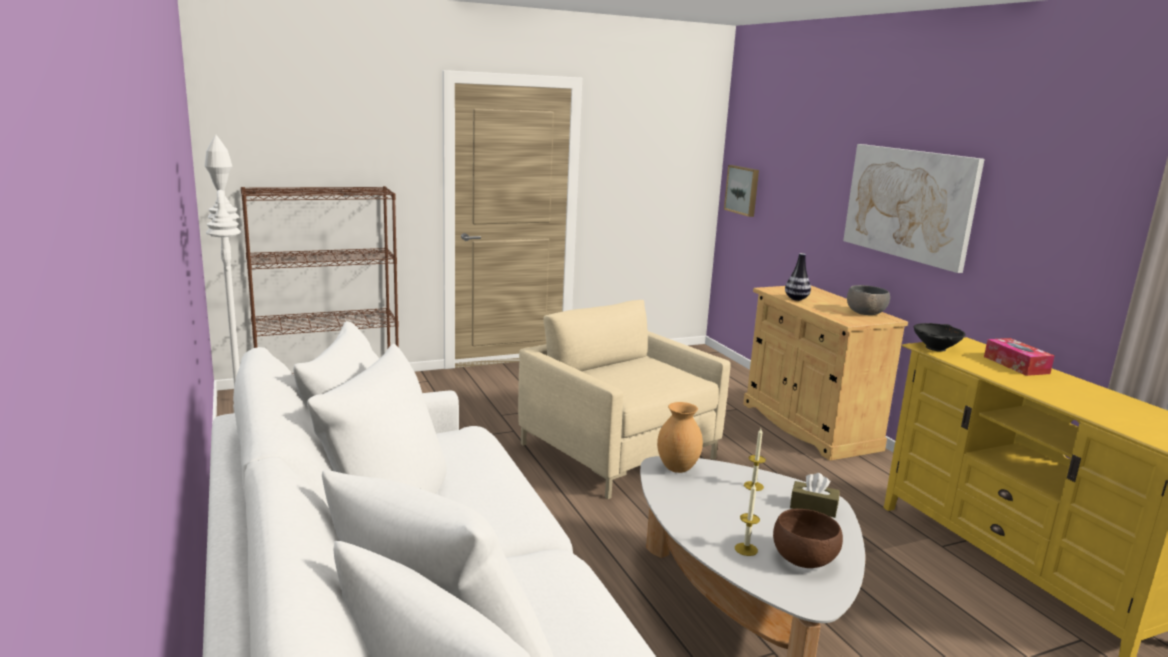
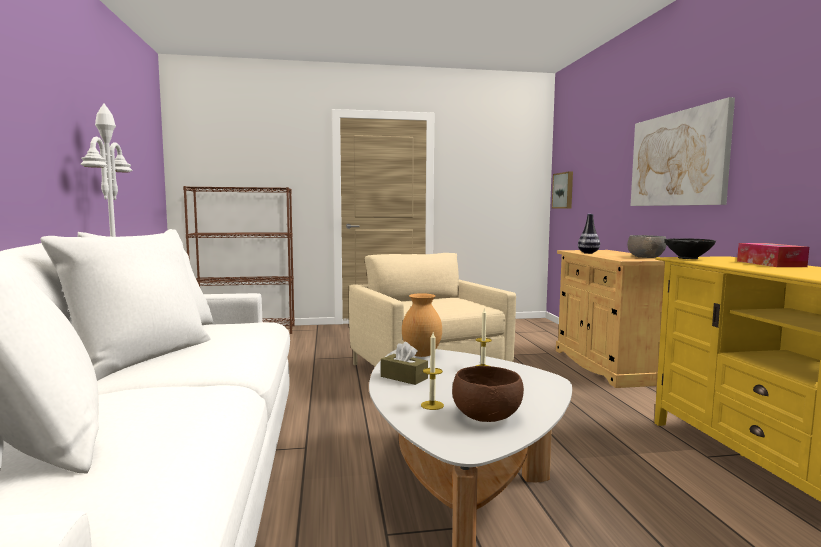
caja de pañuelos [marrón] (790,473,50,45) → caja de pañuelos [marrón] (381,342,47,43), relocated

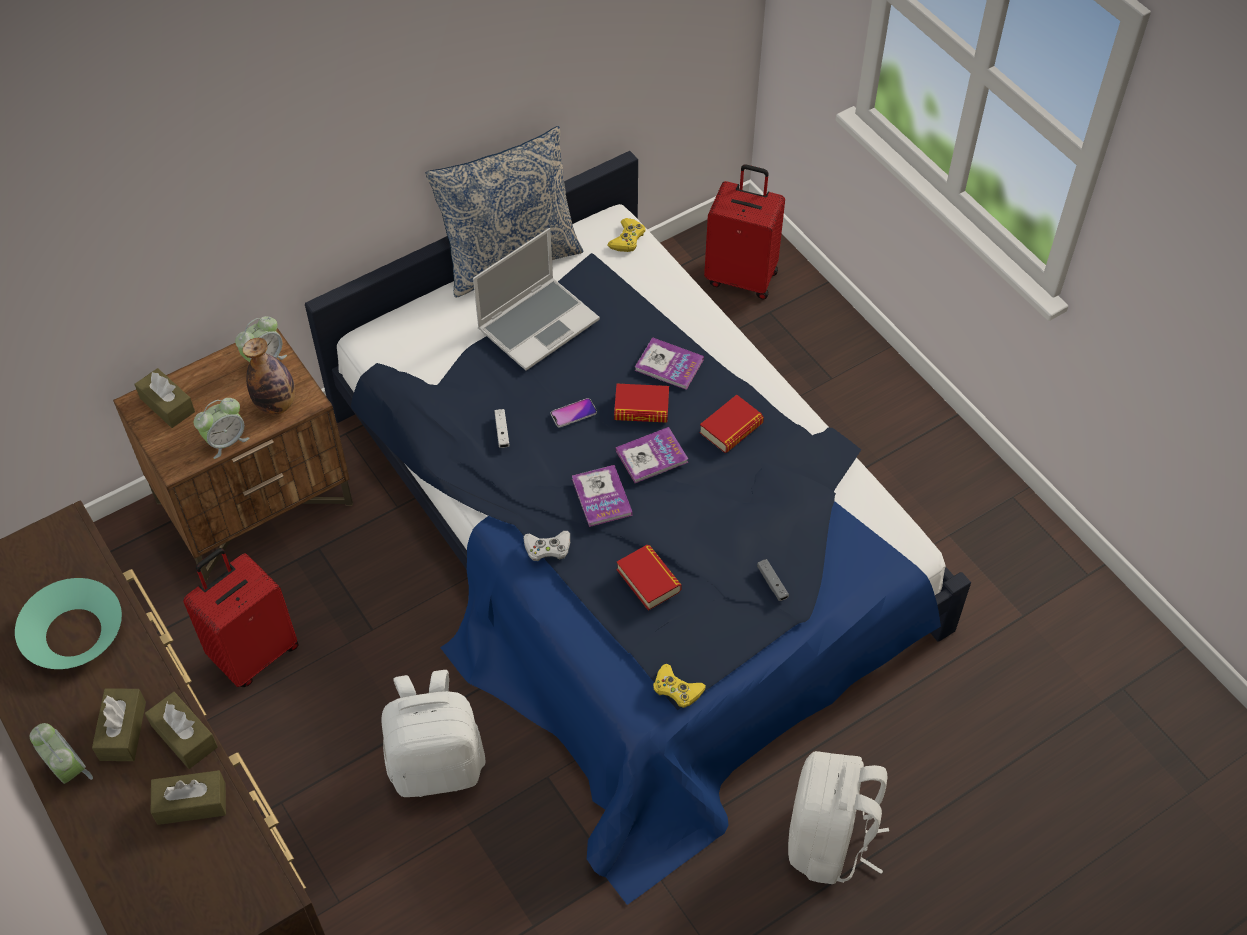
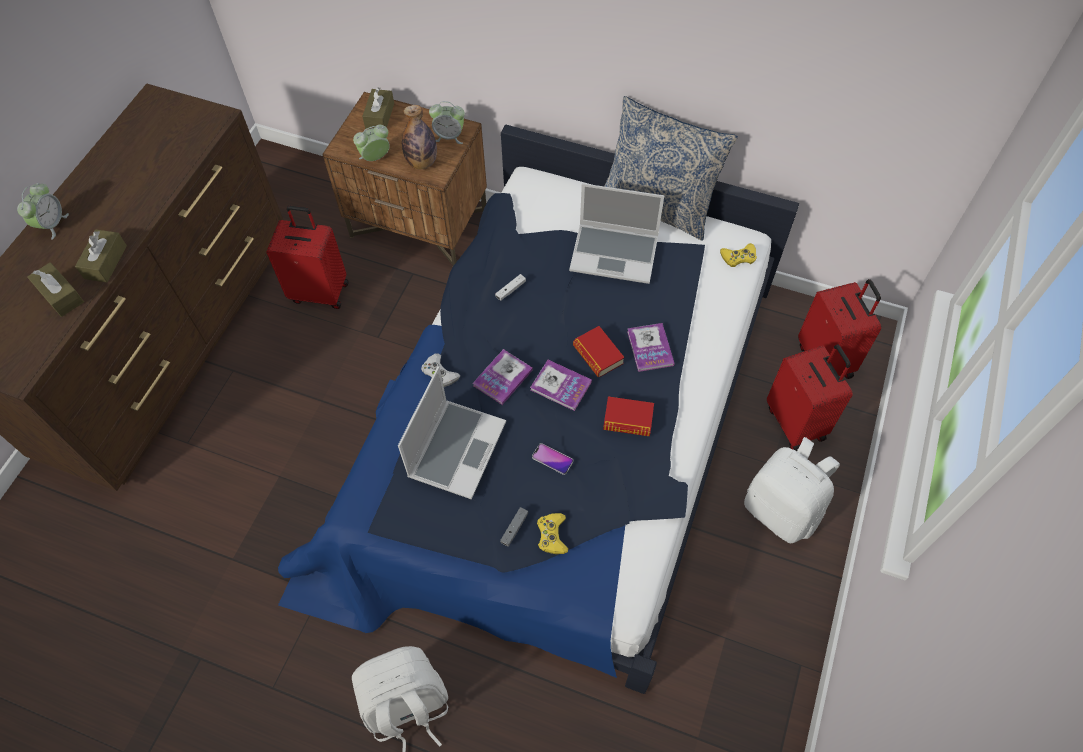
despertador (194,398,55,61) → despertador (353,125,37,36), 135 degrees clockwise
libro (616,545,66,66) → portátil (398,366,108,134)
móvil (551,398,46,29) → móvil (532,443,41,32), relocated
mando de consola [amarillo] (653,664,53,44) → mando de consola [amarillo] (537,513,31,41), relocated
mochila [blanco] (381,670,105,127) → mochila [blanco] (744,437,96,106), relocated
- → maleta [rojo] (767,345,86,106)
cuenco [turquesa] (15,578,107,91) → -
caja de pañuelos [marrón] (92,688,54,73) → -

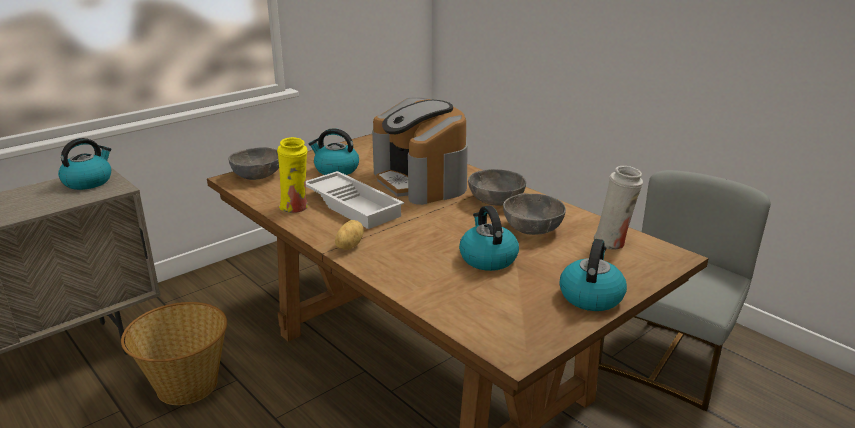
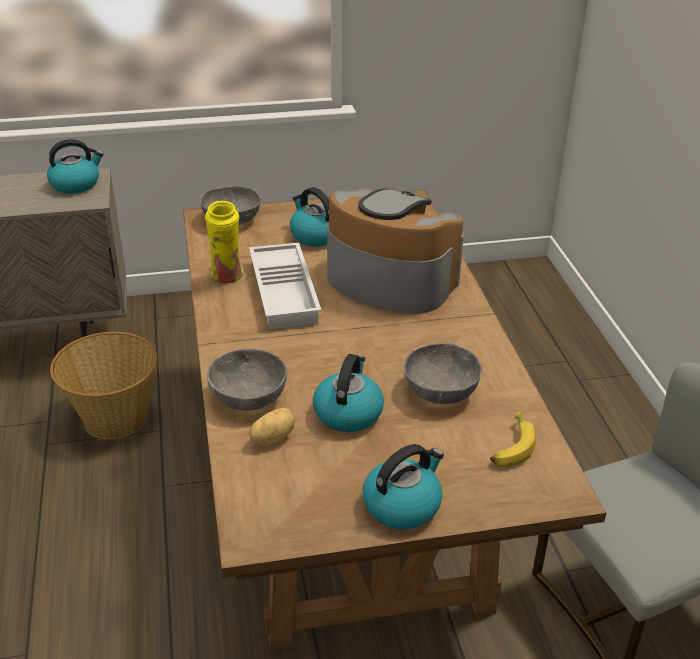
cuenco [gris] (468,169,58,37) → cuenco [gris] (207,349,80,62), relocated
patata (335,220,29,30) → patata (249,408,46,37), relocated
cafetera (372,97,96,108) → cafetera (327,188,137,126), 120 degrees clockwise
florero [blanco] (594,166,49,83) → plátano (490,411,46,56)

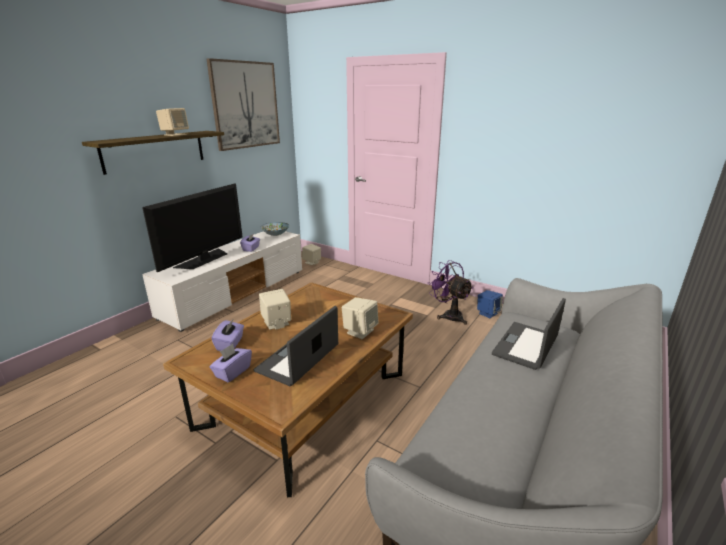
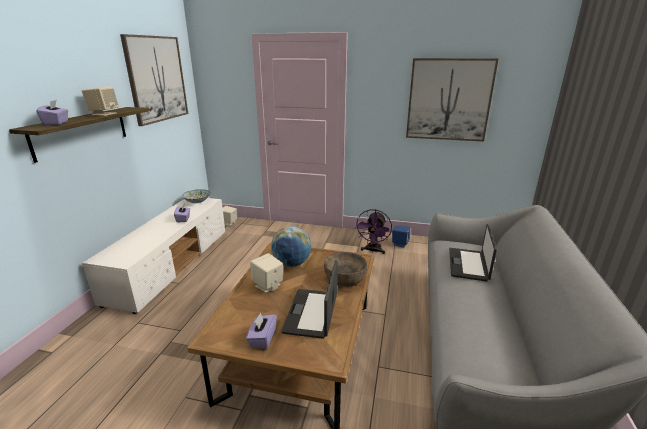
caja de pañuelos [morado] (211,320,33,31) → caja de pañuelos [morado] (36,100,32,25), relocated
- → globo terráqueo (271,226,40,41)
altavoz [beis] (342,297,37,42) → cuenco [marrón] (324,252,43,35)
ventilador [morado] (428,260,45,65) → ventilador [morado] (356,209,36,45), 105 degrees counterclockwise
- → cuadro (406,58,92,83)
televisor (142,183,101,89) → -

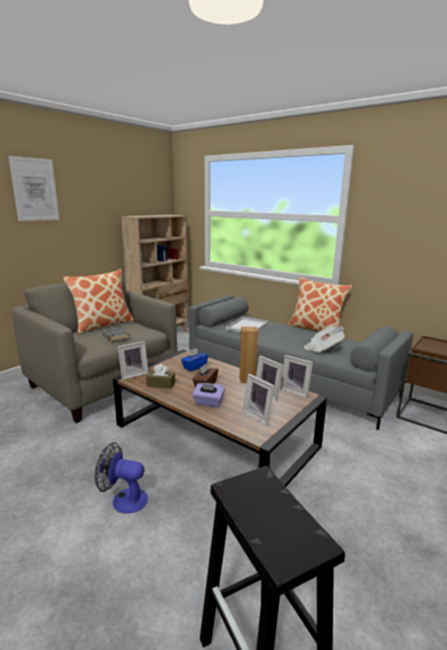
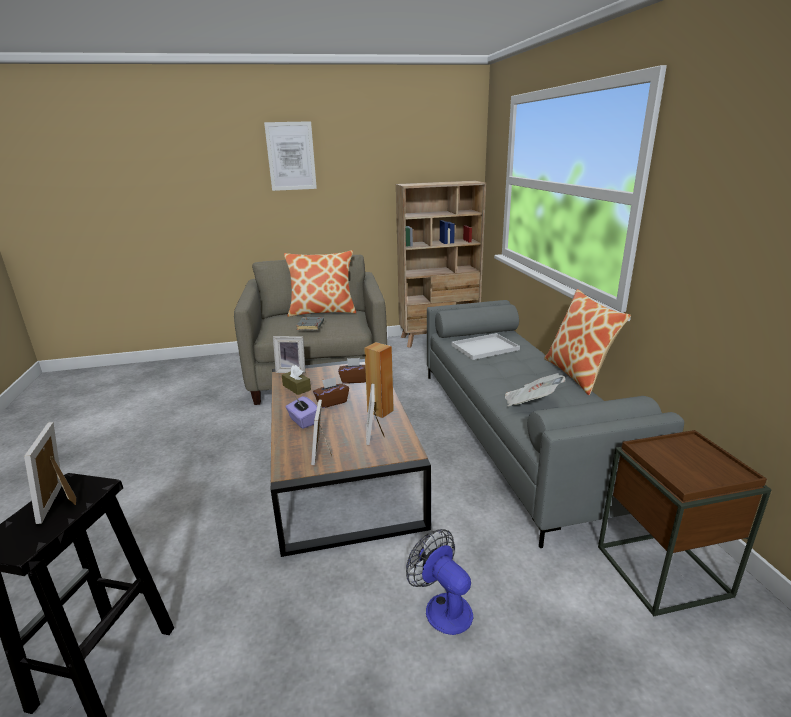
portarretratos (280,355,33,43) → portarretratos (24,422,52,102), relocated
caja de pañuelos [azul] (181,348,27,23) → caja de pañuelos [marrón] (338,358,28,26)
ventilador (95,442,53,72) → ventilador (406,529,67,106), relocated

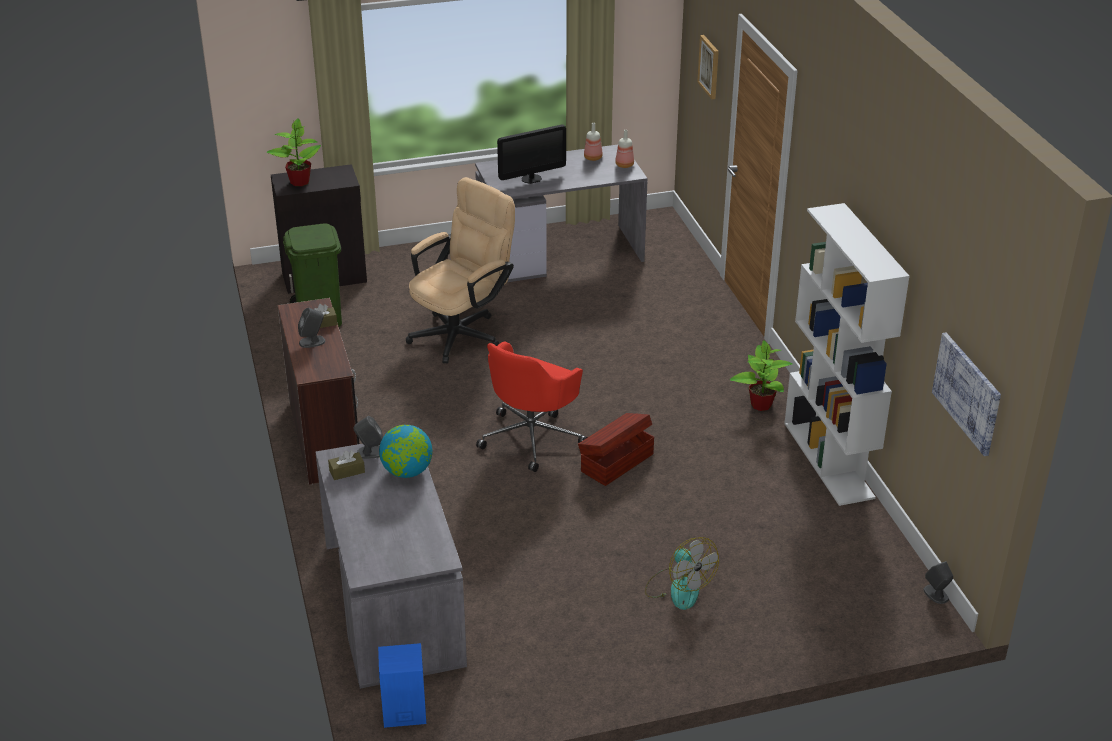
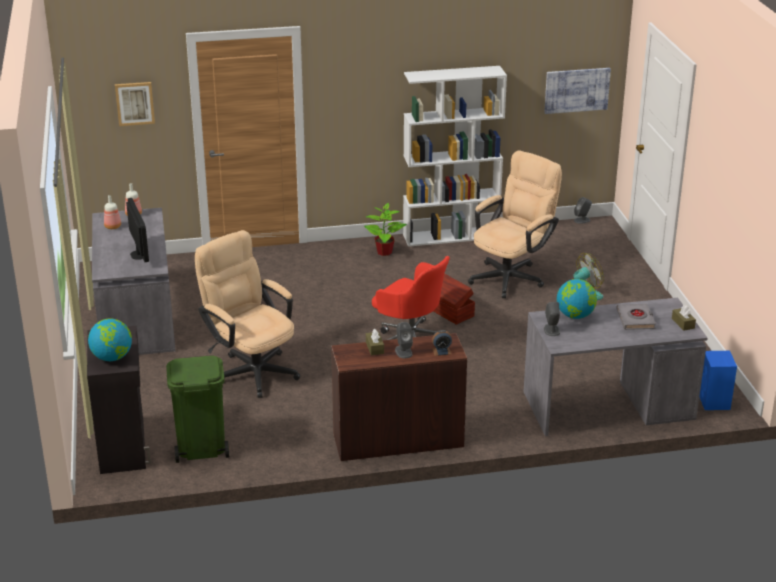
planta en maceta (267,118,54,68) → globo terráqueo (88,318,44,43)
- → despertador (432,330,20,26)
- → silla de oficina [beis] (468,151,94,147)
- → libro [gris] (616,304,40,26)
caja de pañuelos [marrón] (328,451,37,29) → caja de pañuelos [marrón] (672,305,24,26), relocated

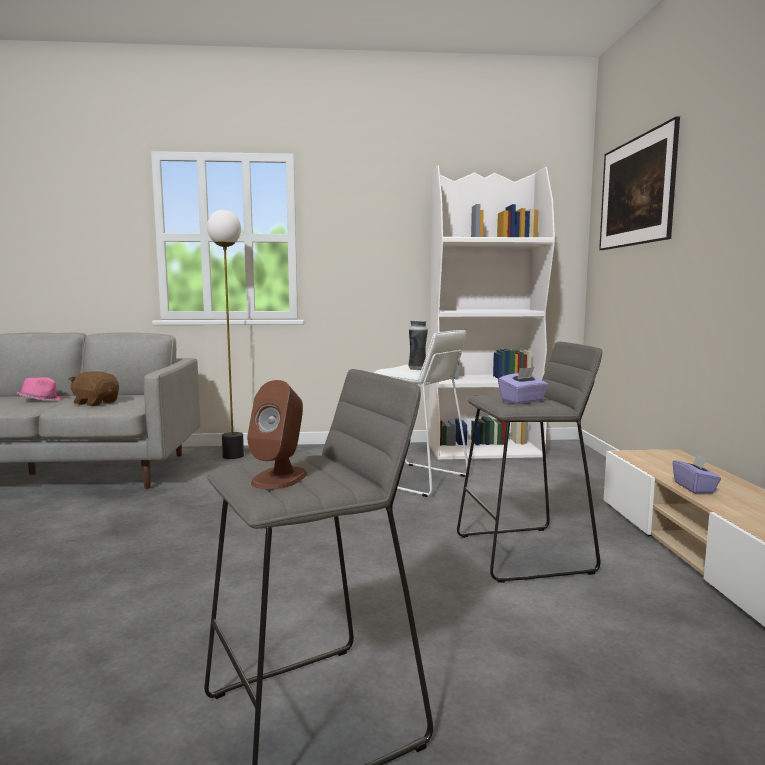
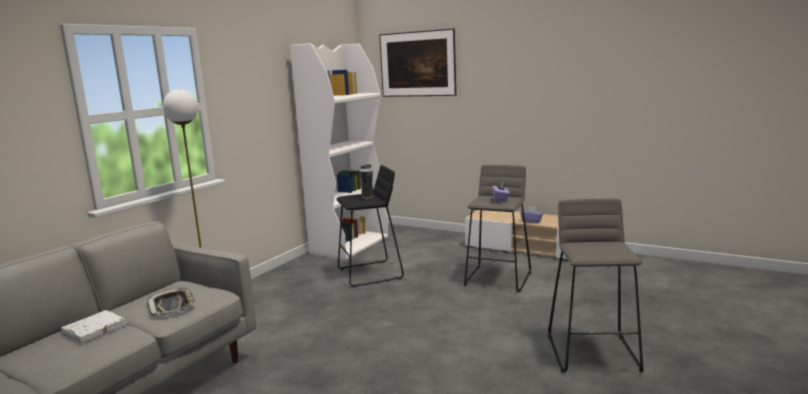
sombrero [rosa] (17,377,45,24) → libro [blanco] (61,310,67,33)
peluche [marrón] (69,371,50,35) → bandeja (147,288,49,29)
taburete [blanco] (374,330,94,167) → taburete [negro] (336,165,68,122)
altavoz [marrón] (247,380,60,109) → -

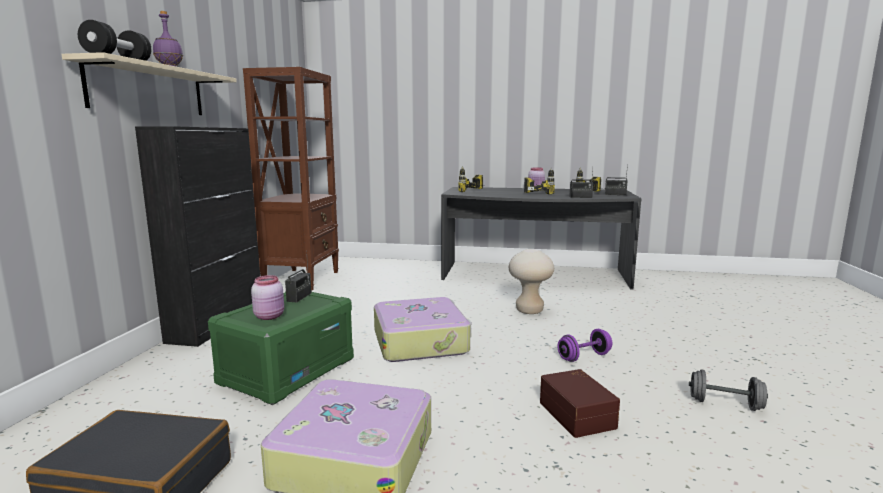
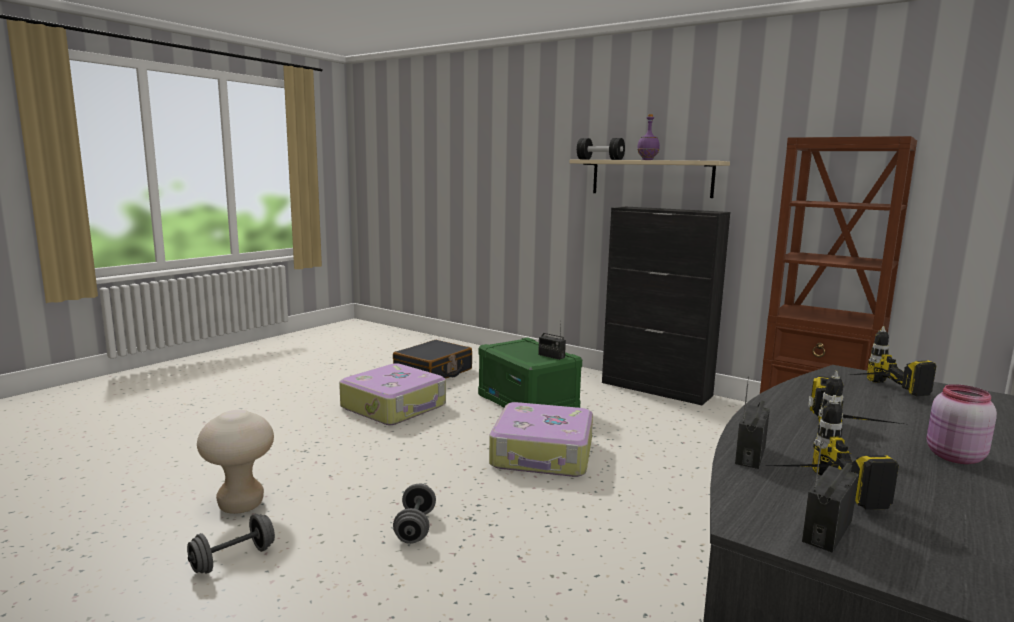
taburete [beis] (509,249,45,65) → taburete [beis] (197,410,77,104), relocated
mancuerna [morado] (558,329,54,33) → mancuerna [gris] (393,484,43,60)
tarro [rosa] (251,275,33,45) → -
caja de almacenaje [marrón] (540,369,80,69) → -

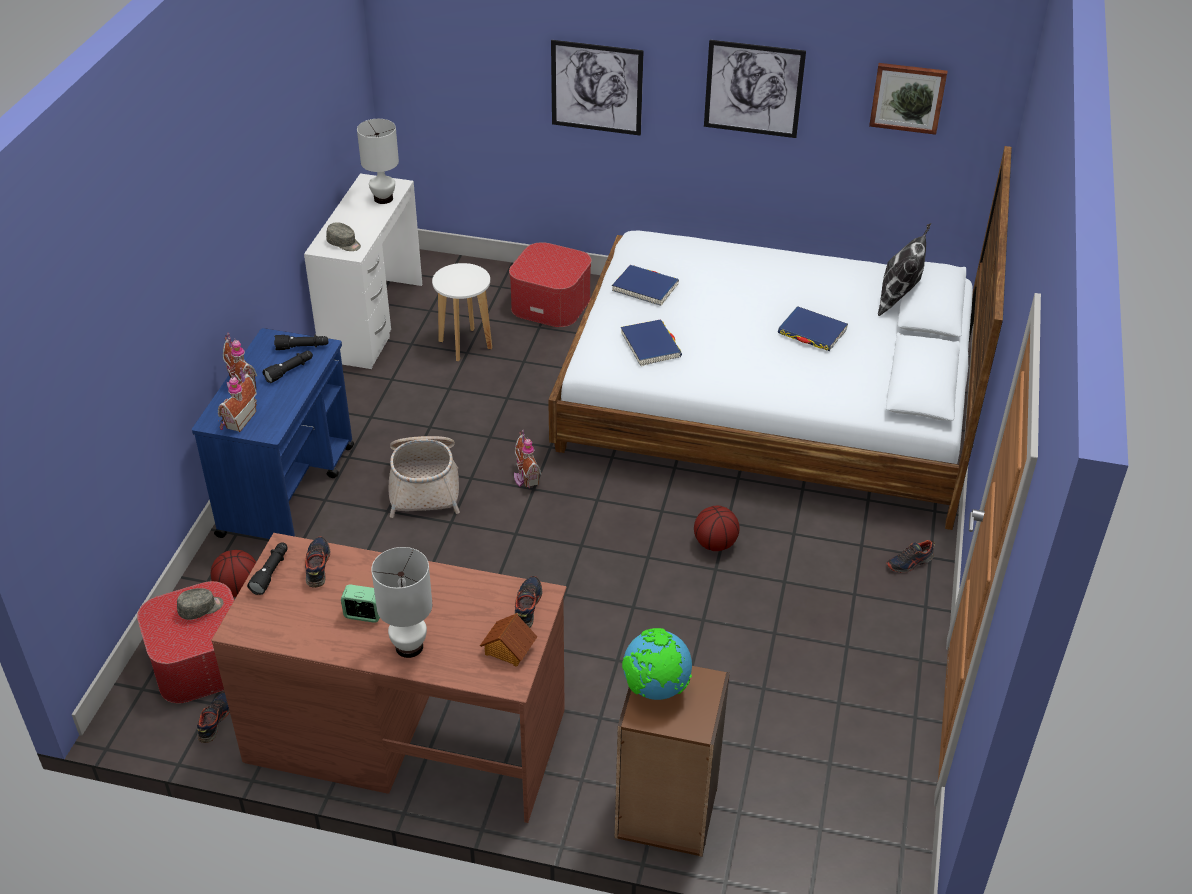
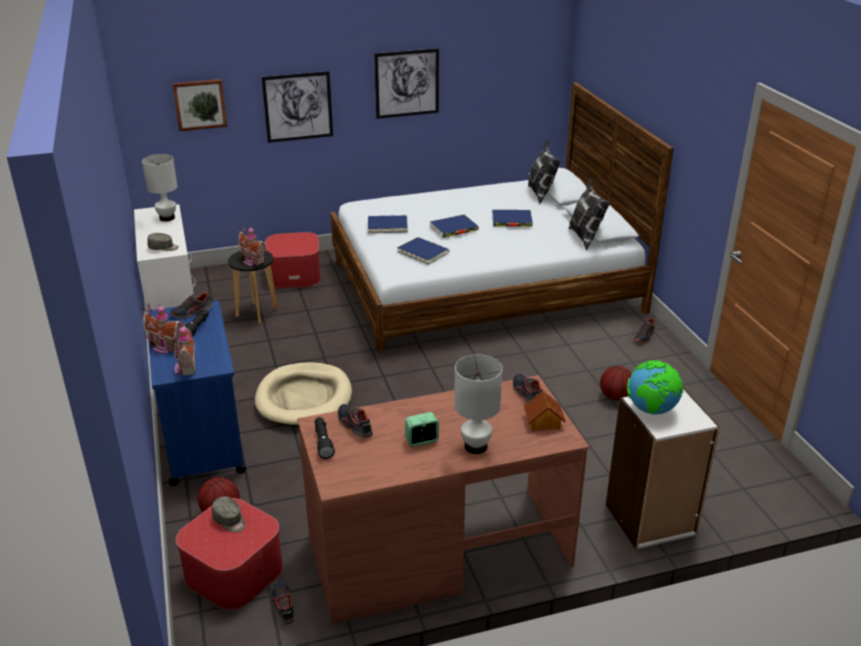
linterna [negro] (274,335,54,15) → zapato (170,292,43,27)
cuadro (869,63,78,72) → cuadro (172,79,55,52), relocated
gorra [gris] (177,588,46,32) → gorra [gris] (212,496,33,36), 105 degrees clockwise
taburete [blanco] (432,263,60,98) → taburete [negro] (228,251,50,73)
casita (514,430,28,59) → casita (238,225,29,41), relocated
cesta (389,436,71,82) → cama para perro [beis] (255,362,97,65)
- → libro [azul] (430,215,49,23)
- → cojín (569,178,41,72)
balón de baloncesto (694,506,46,45) → balón de baloncesto (600,366,31,35), relocated
estantería [marrón] (615,666,115,191) → estantería [blanco] (606,386,114,164)

